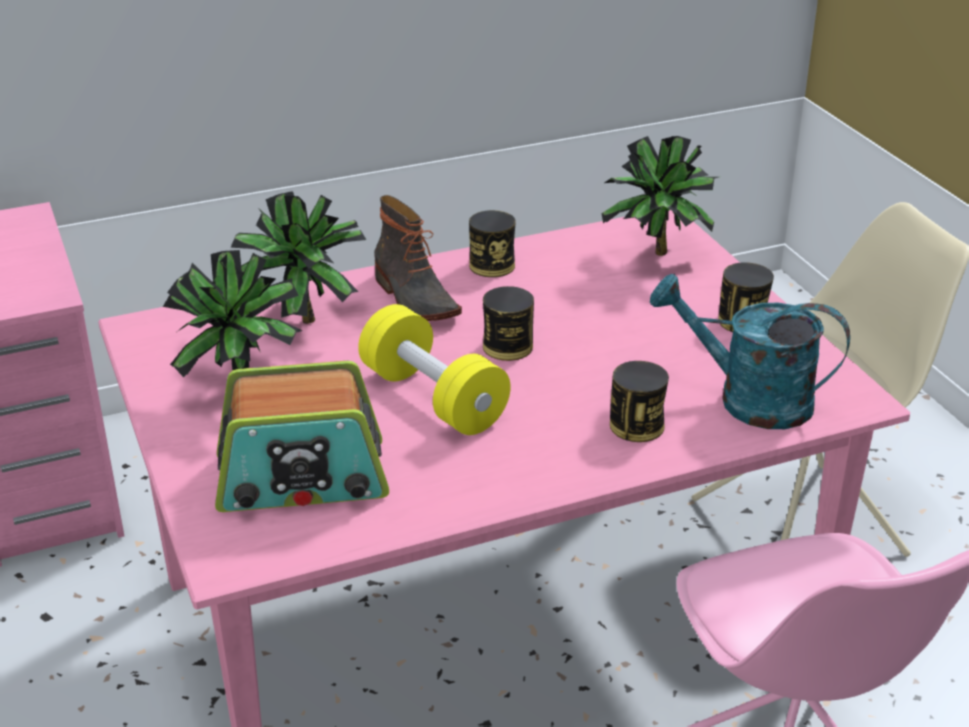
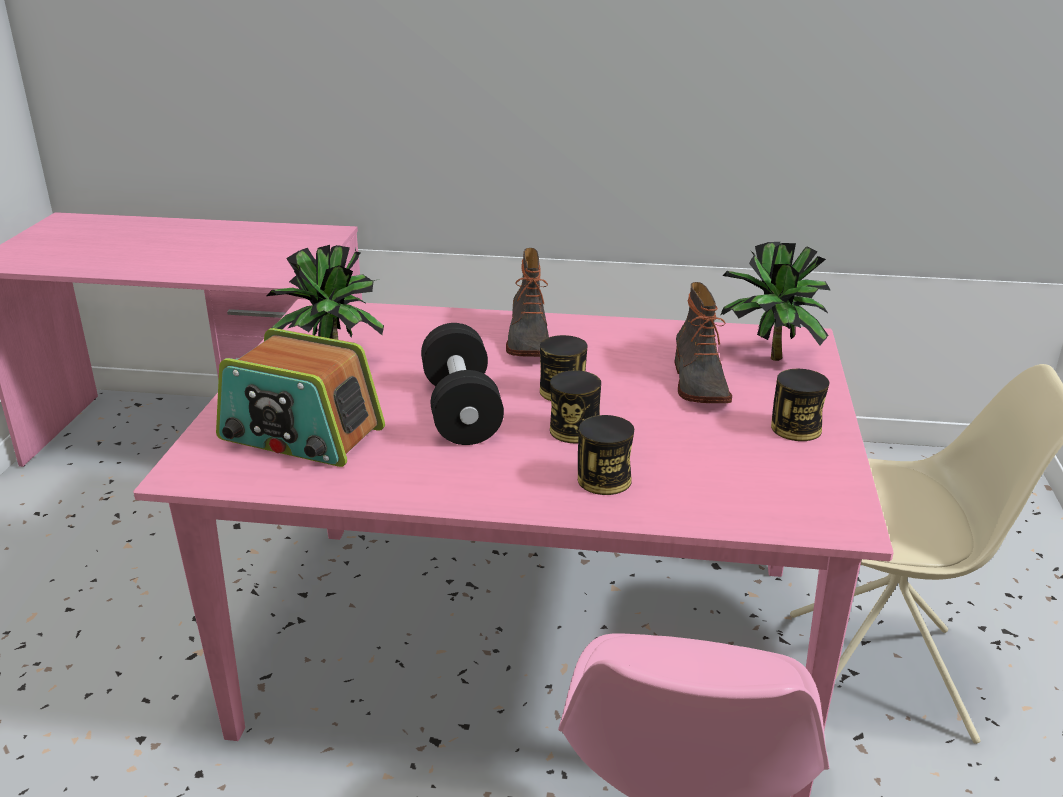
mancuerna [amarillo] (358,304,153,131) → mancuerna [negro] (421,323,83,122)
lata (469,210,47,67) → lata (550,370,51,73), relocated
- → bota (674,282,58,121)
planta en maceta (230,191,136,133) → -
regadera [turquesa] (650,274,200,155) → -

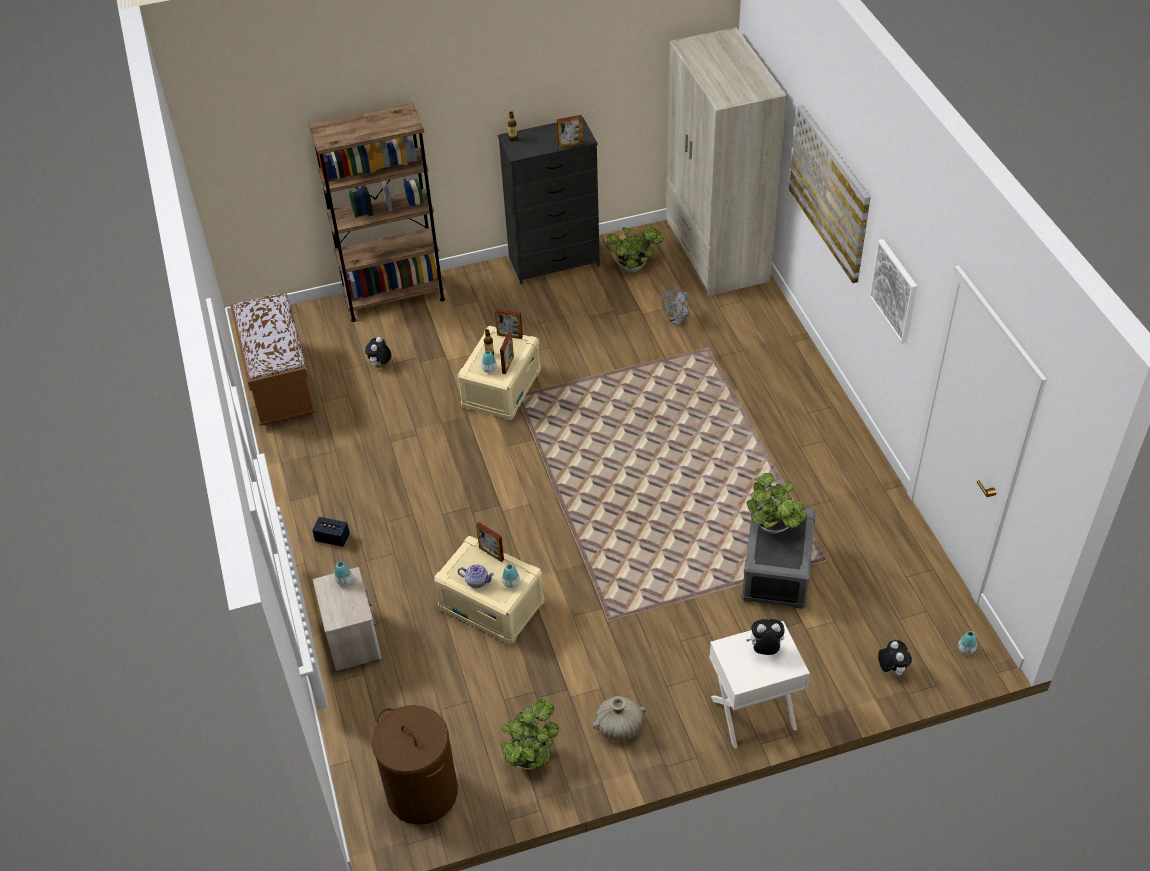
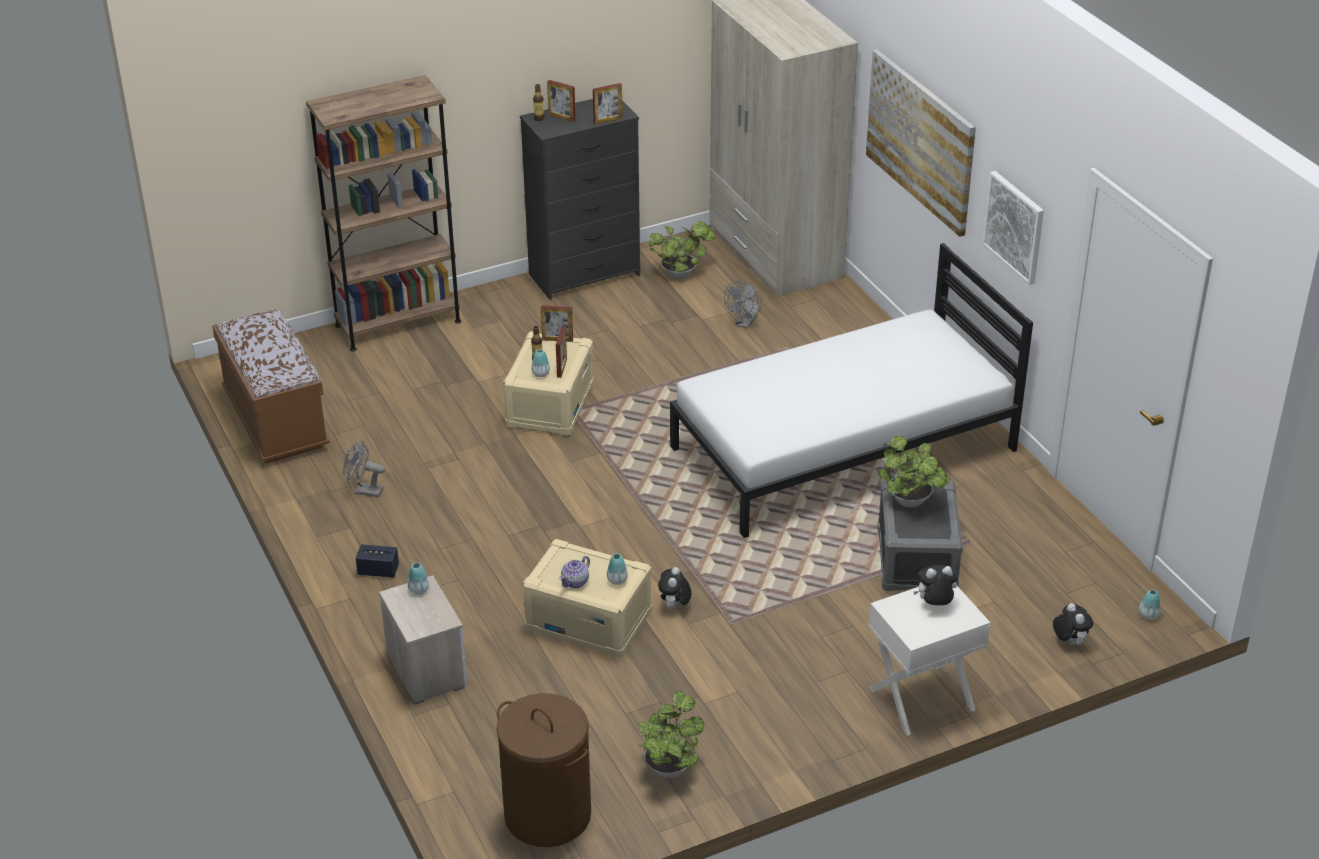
- → ventilador [gris] (343,441,42,56)
portarretratos (476,522,28,40) → portarretratos (547,80,29,42), relocated
tetera (458,564,36,24) → tetera (559,556,31,32), 120 degrees clockwise
peluche (365,337,26,29) → peluche (658,567,33,42), relocated
- → cama [blanco] (670,243,363,295)
florero [beis] (592,696,54,45) → -

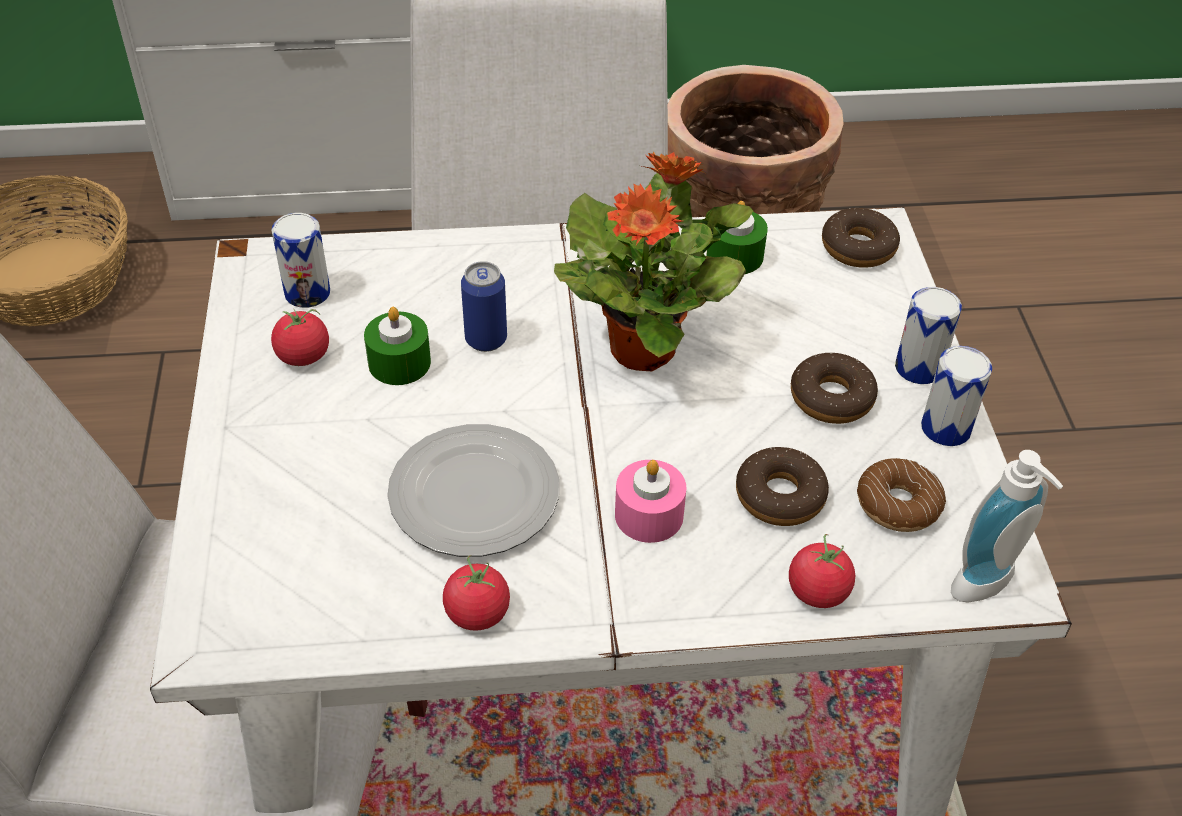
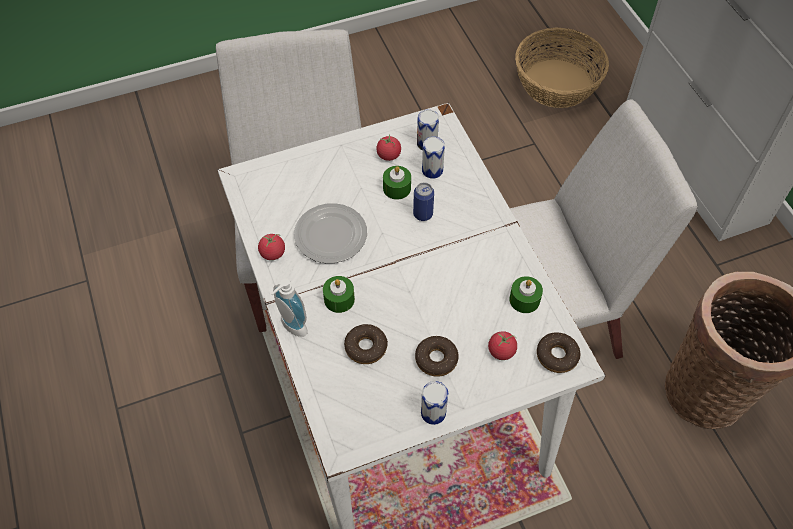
dispensador de jabón (951,450,112,153) → dispensador de jabón (271,278,36,59), relocated
vela [rosa] (615,460,72,83) → vela [verde] (323,276,32,37)
lata (895,287,67,97) → lata (422,136,23,43), relocated
tomate (789,534,66,74) → tomate (488,331,29,29), relocated
planta en maceta (554,151,199,220) → -
rosquilla (857,458,89,74) → -

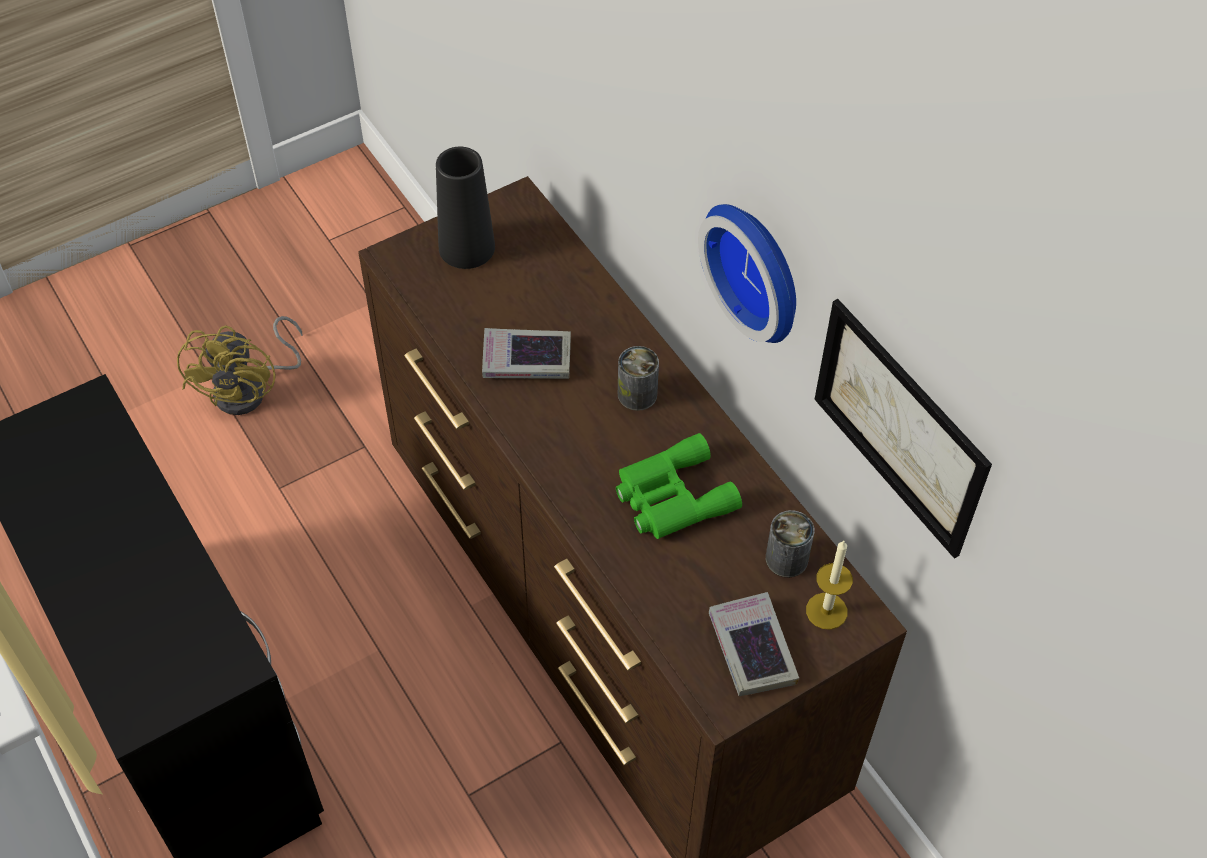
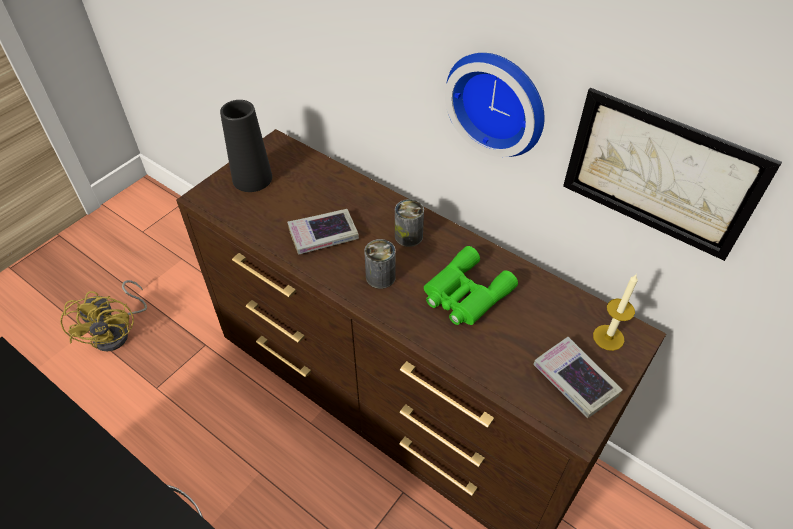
lata (766,510,48,68) → lata (364,239,32,50), relocated

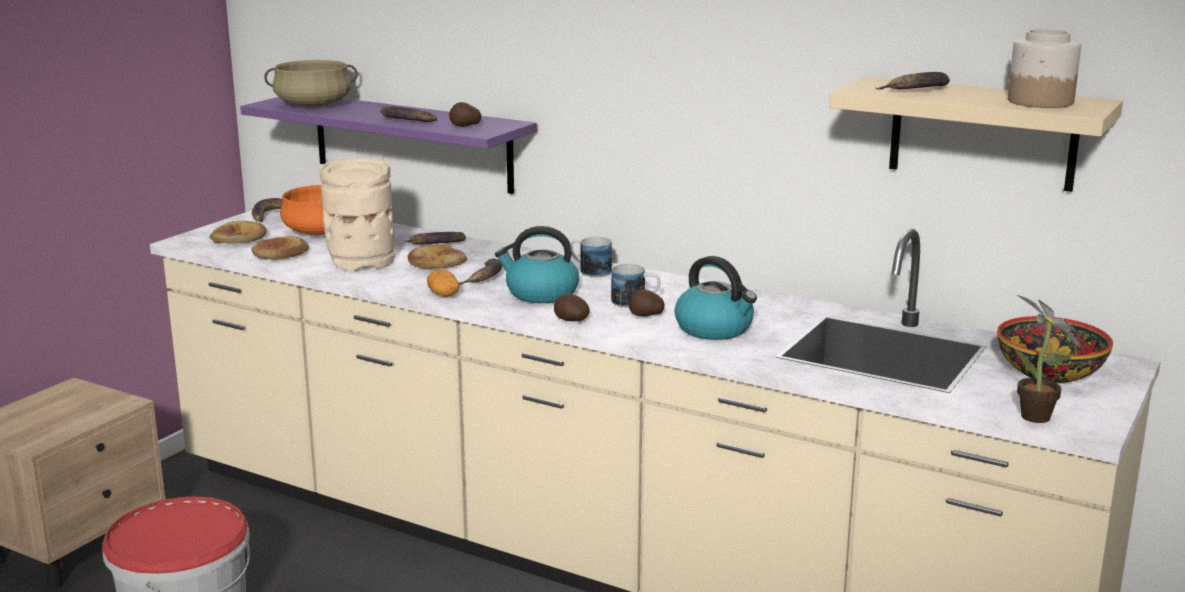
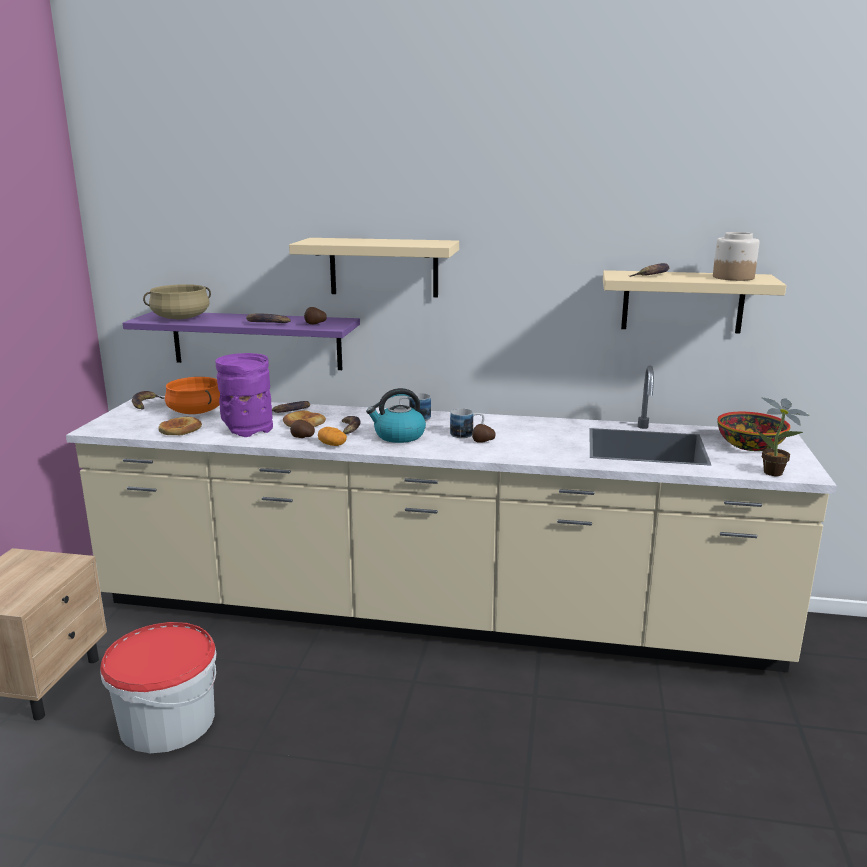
florero [beis] (320,158,75,114) → florero [morado] (216,353,57,84)
- → estante [beis] (289,238,170,59)
patata (554,293,36,28) → patata (290,420,25,18), relocated
pan (210,221,57,22) → -
hervidor (675,256,82,84) → -

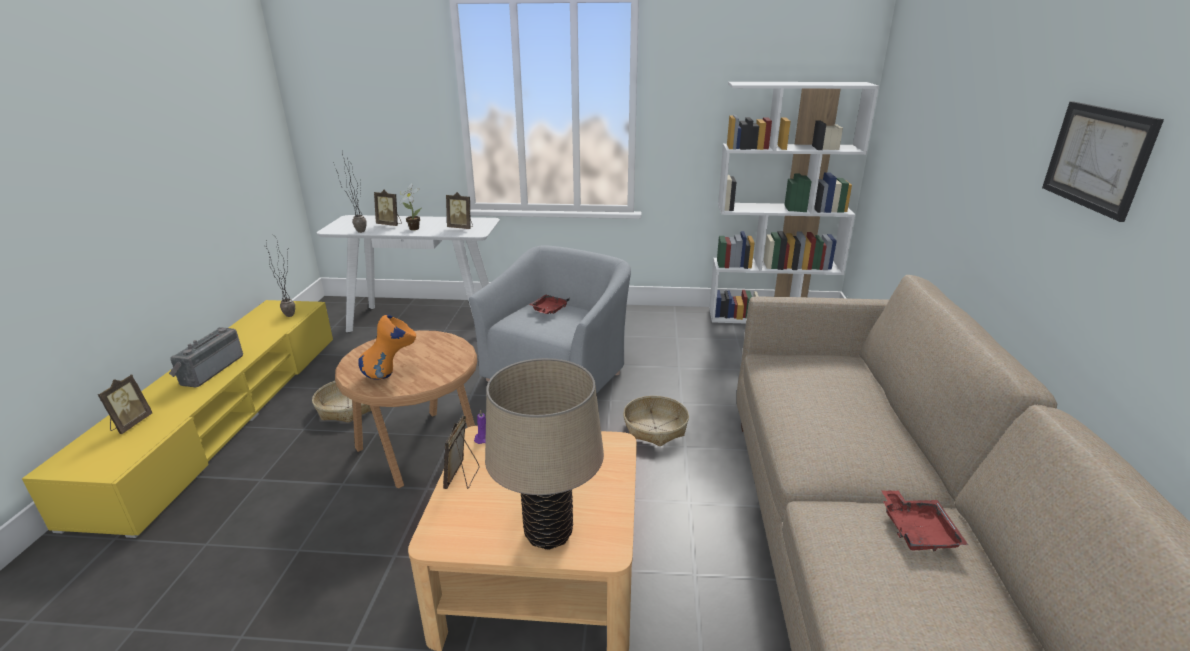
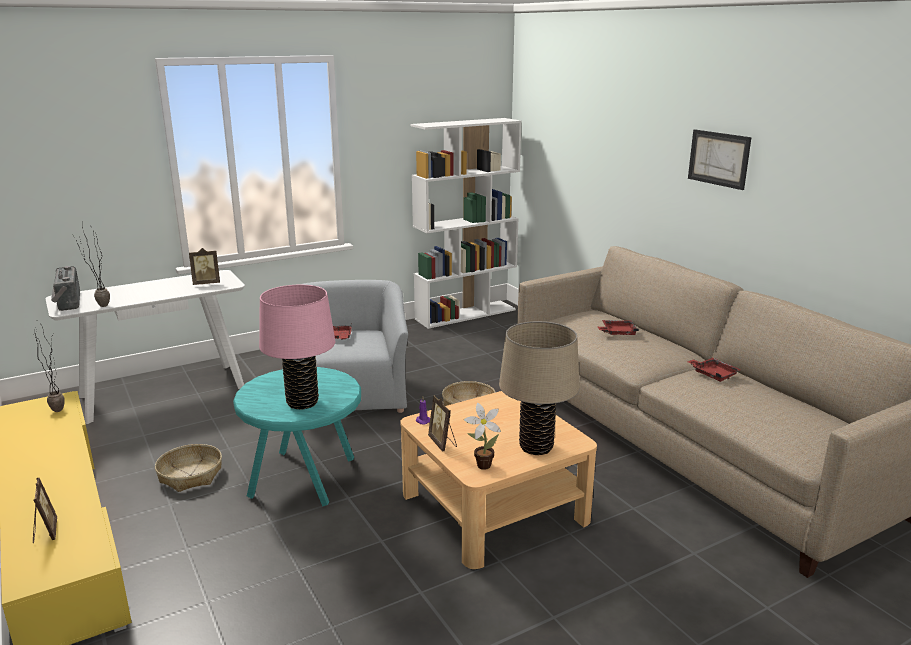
radio (169,327,74,60) → radio (51,266,29,45), relocated
mesa auxiliar [marrón] (335,330,142,158) → mesa auxiliar [turquesa] (233,367,128,139)
florero [naranja] (358,315,58,65) → lámpara de mesa [rosa] (259,285,76,125)
planta en maceta (399,183,22,47) → planta en maceta (464,403,37,67), relocated
- → bandeja [rojo] (598,320,41,15)
portarretratos (374,190,28,36) → -

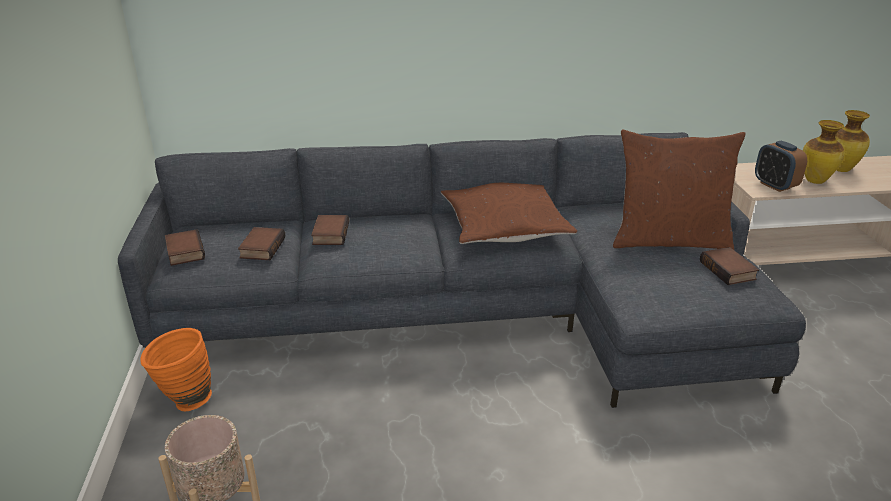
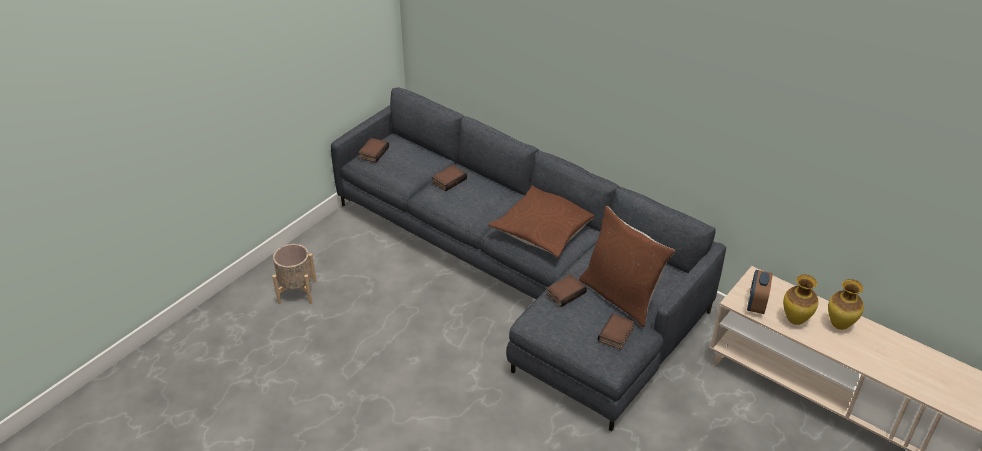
libro (238,227,47,33) → libro (546,274,41,33), relocated
florero [naranja] (140,328,72,83) → -

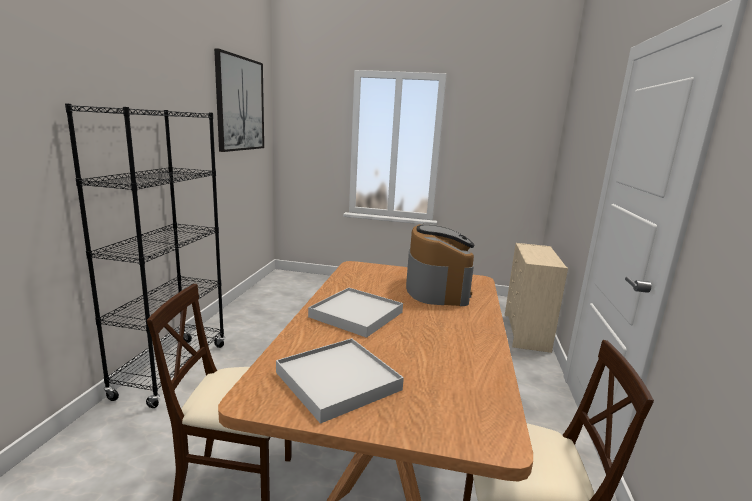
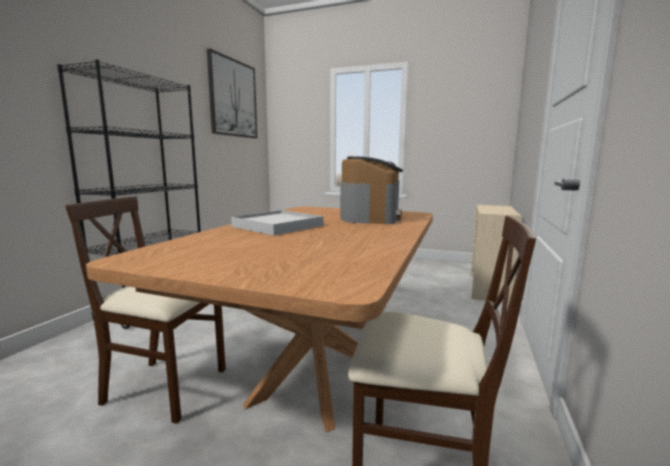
bandeja [blanco] (276,338,128,86) → -

